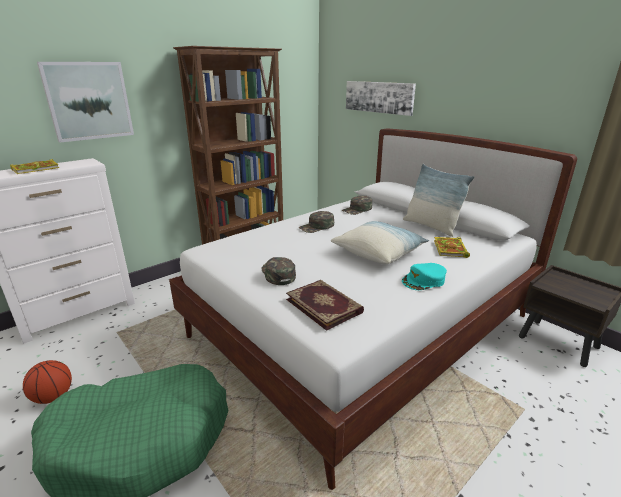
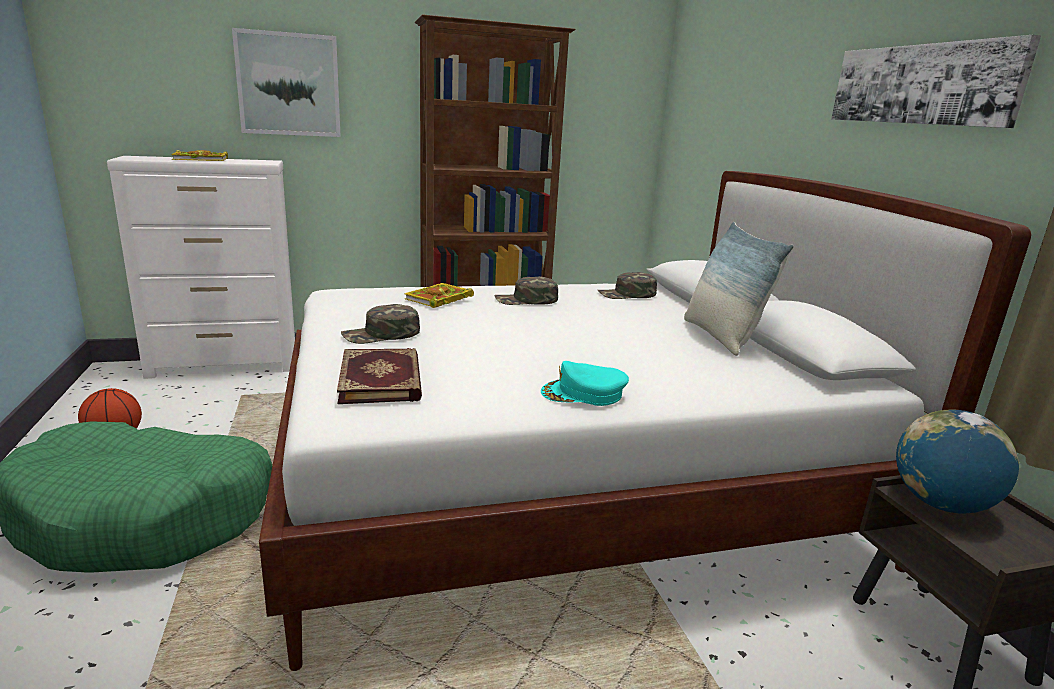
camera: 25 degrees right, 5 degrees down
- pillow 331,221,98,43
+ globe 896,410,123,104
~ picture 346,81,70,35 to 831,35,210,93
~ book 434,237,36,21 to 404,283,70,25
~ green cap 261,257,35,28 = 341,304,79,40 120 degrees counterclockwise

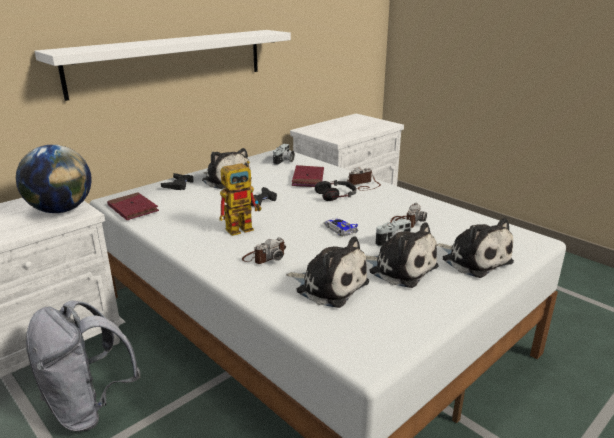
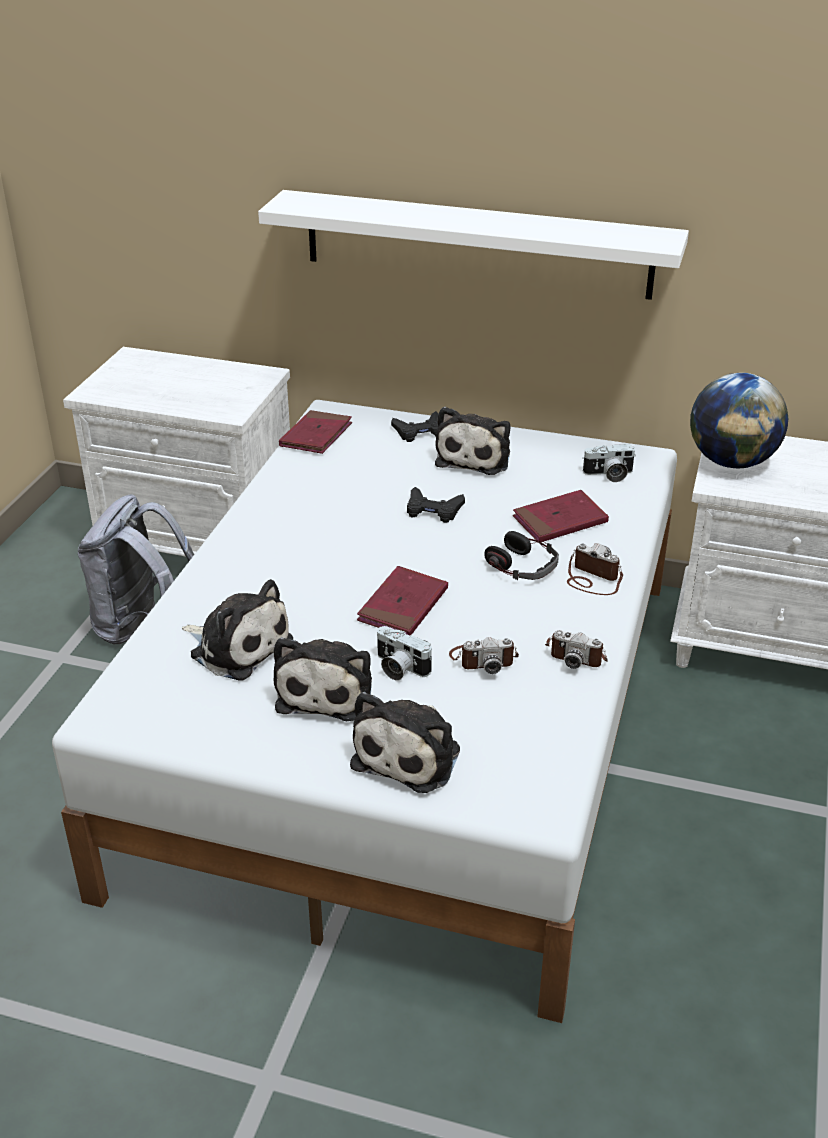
camera: 60 degrees right, 10 degrees up
- toy robot 219,161,42,75
~ globe 16,145,76,68 to 690,373,98,95
~ photo camera 242,237,44,27 to 545,630,63,39
~ toy car 323,218,35,19 to red book 357,566,91,70
~ plush toy 286,236,83,72 = 182,579,111,102 60 degrees counterclockwise

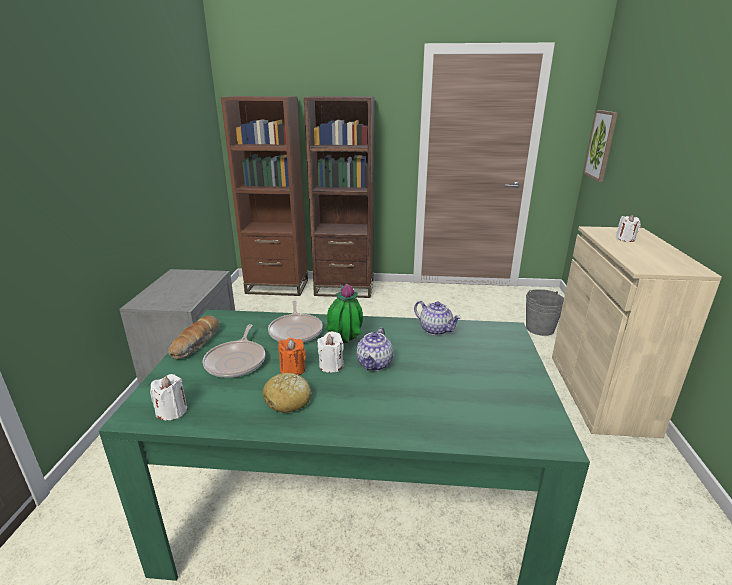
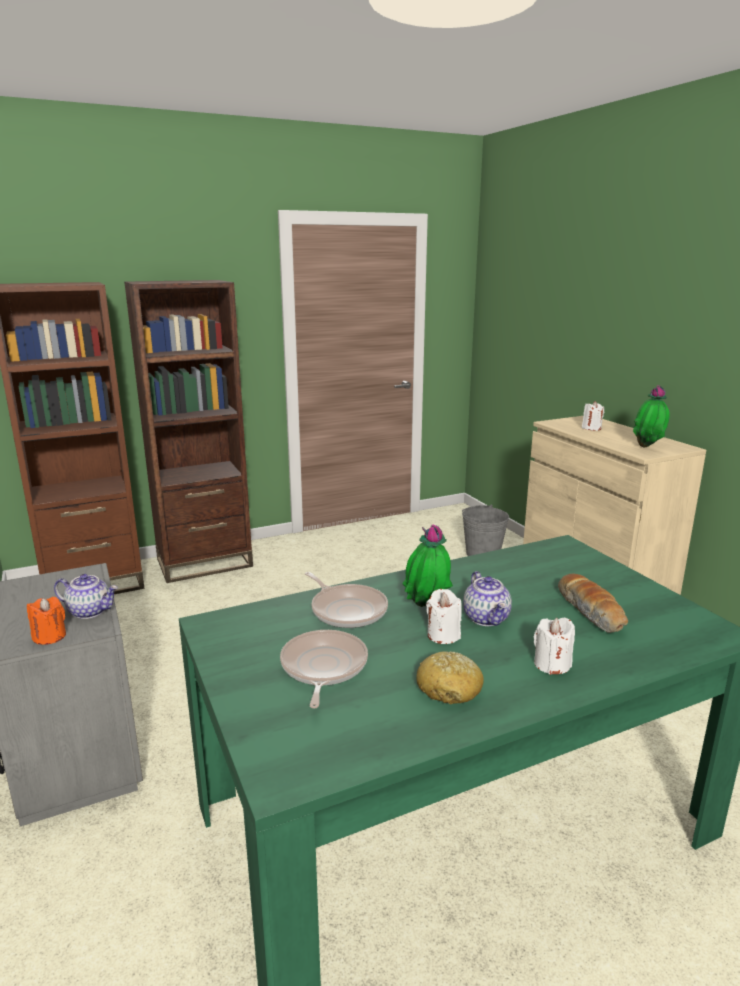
camera: 30 degrees left, 5 degrees down
- picture 583,110,35,72
+ potted plant 633,385,36,63
~ white candle 150,374,37,46 to 534,618,41,57
~ bread 168,315,51,44 to 558,574,70,59
~ orange candle 278,338,28,38 to 27,597,39,48
~ teapot 414,301,47,34 to 54,574,64,45
~ frying pan 202,324,63,54 = 280,630,88,78 150 degrees counterclockwise

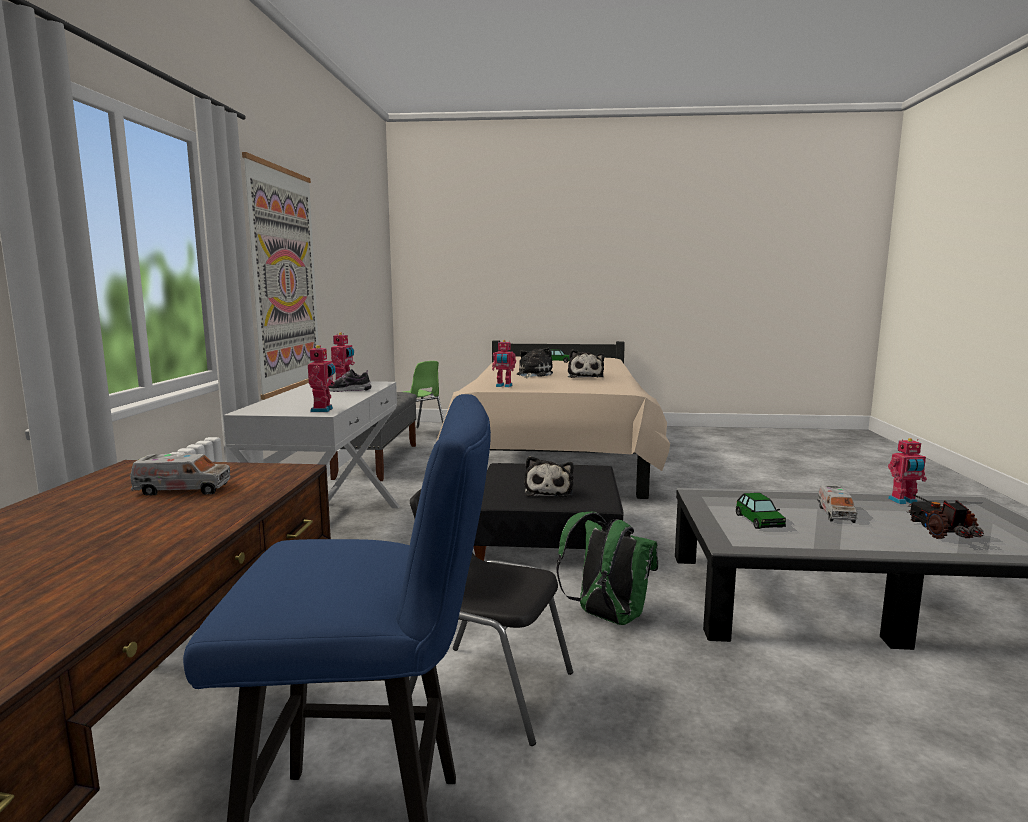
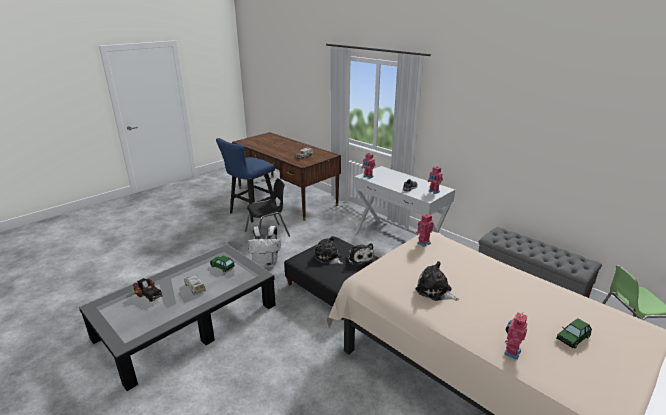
camera: 130 degrees right, 15 degrees up
- picture 242,152,77,248
~ plush toy 517,348,36,30 to 347,243,27,23
~ toy robot 888,438,39,66 to 504,312,23,48
~ green backpack 556,512,102,113 to white backpack 248,226,33,42

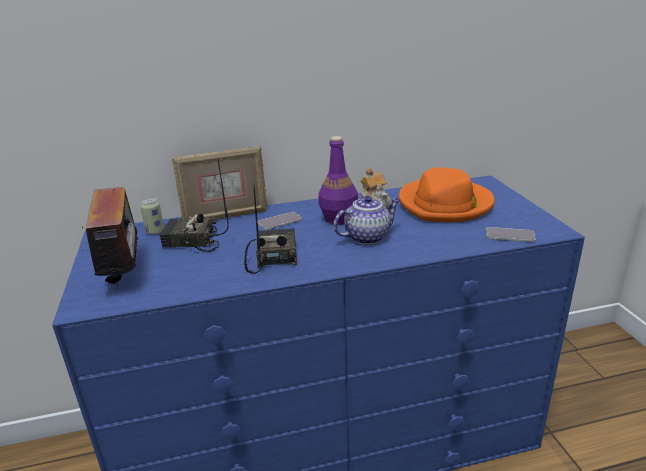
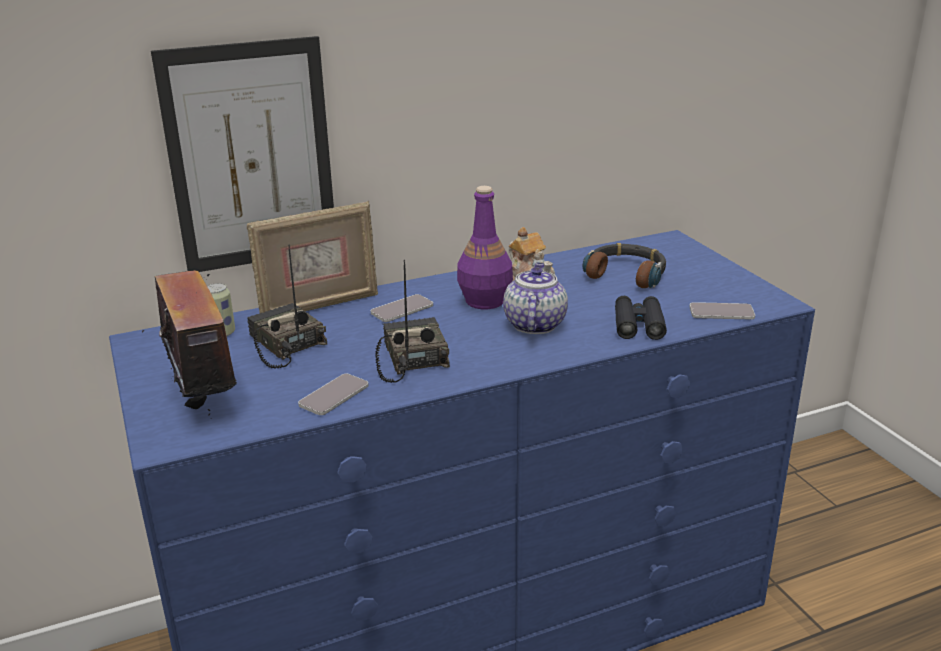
camera: 10 degrees left, 0 degrees up
+ picture 151,36,183,236
+ phone 298,374,71,41
+ black binoculars 615,296,52,44
~ orange hat 399,167,96,55 to headphones 582,243,84,45
~ radio 160,158,69,94 = 247,244,80,125 60 degrees clockwise
~ teapot 333,196,67,49 = 503,263,65,71 45 degrees counterclockwise

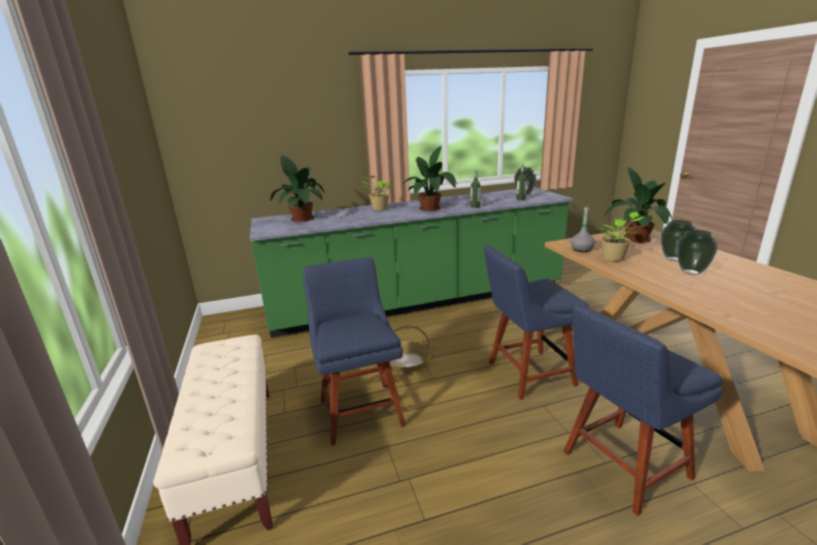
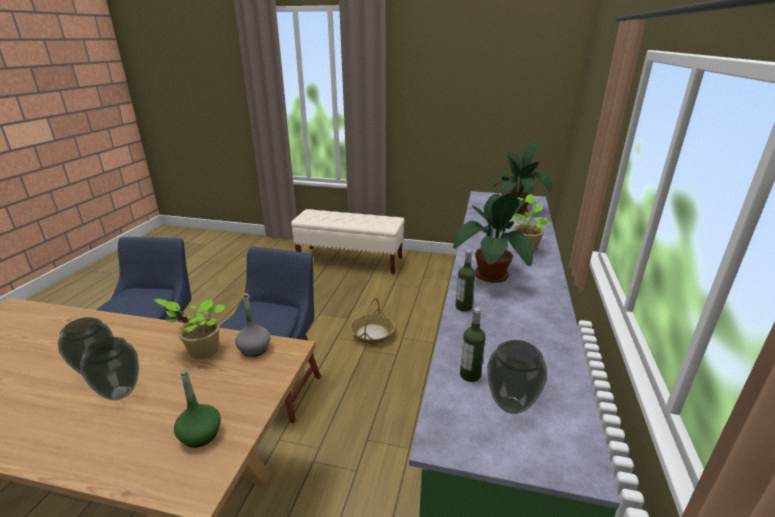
camera: 120 degrees right, 5 degrees up
- blue chair 302,257,104,189
~ potted plant 604,167,68,76 to green bottle 174,369,47,79

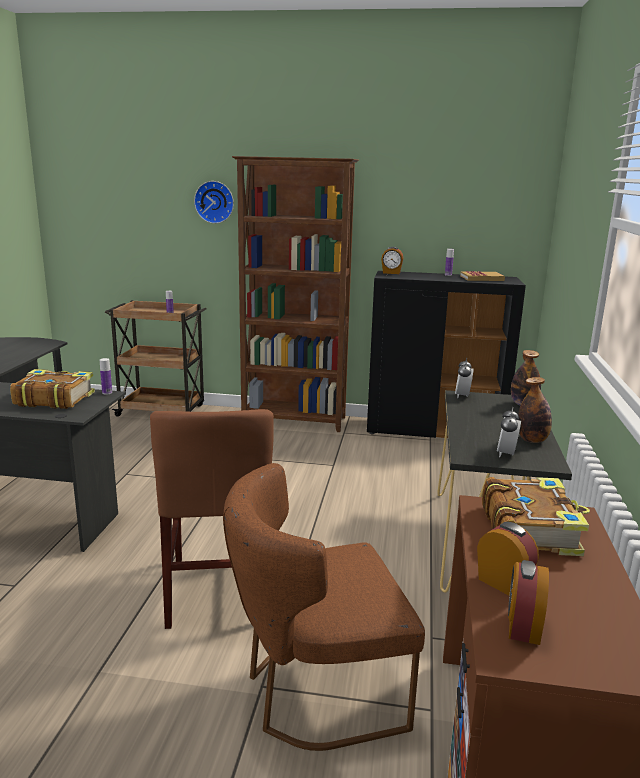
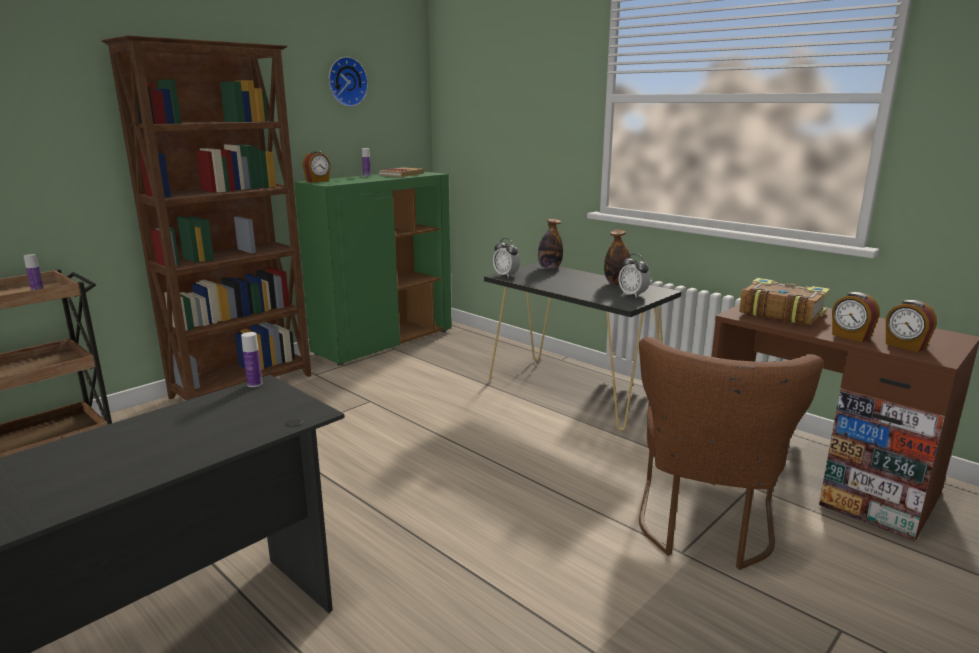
camera: 55 degrees left, 0 degrees up
- book 10,369,85,40
- brown chair 150,409,124,220
~ wall clock 194,181,40,43 to 328,57,40,50
~ black cabinet 367,271,159,167 to green cabinet 294,172,158,194
~ alarm clock 477,522,62,73 = 832,292,48,51 120 degrees counterclockwise

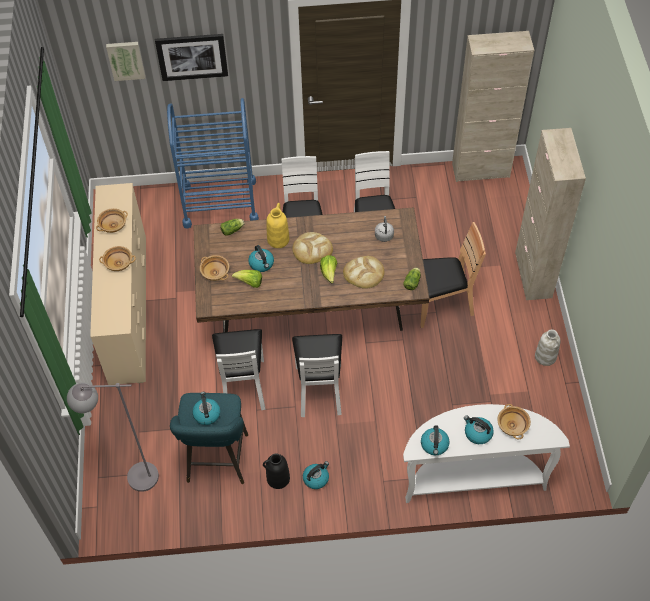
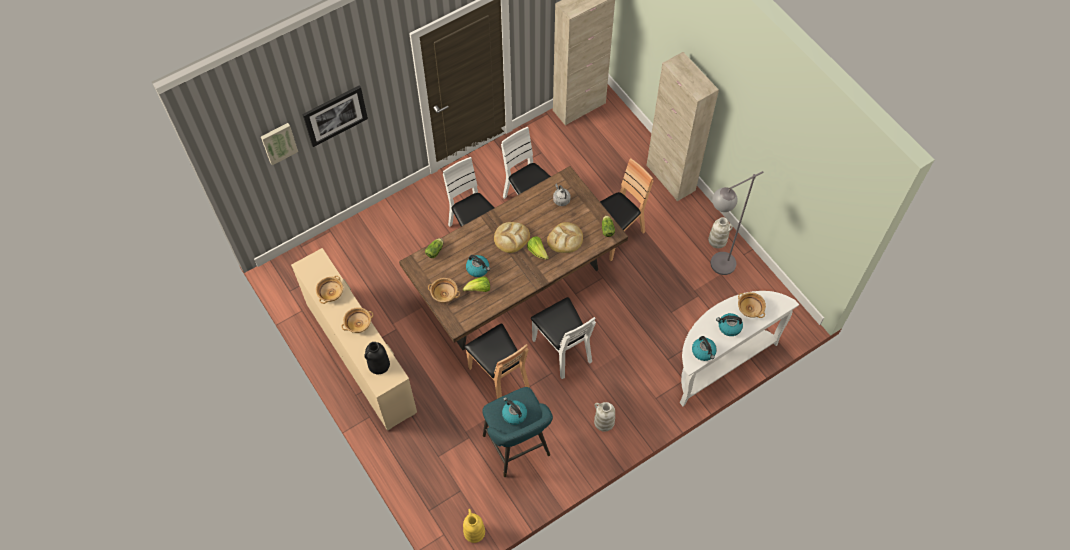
camera: 30 degrees left, 5 degrees up
- blue cart 167,98,92,131
~ grey floor lamp 67,382,92,110 to 710,171,53,104
~ black vase 263,453,27,36 to 364,342,26,32
~ yellow vase 267,203,22,45 to 463,509,22,34
~ kettle 303,461,26,28 to white vase 594,402,21,30
~ white chair 212,329,53,81 to brown chair 464,323,66,76

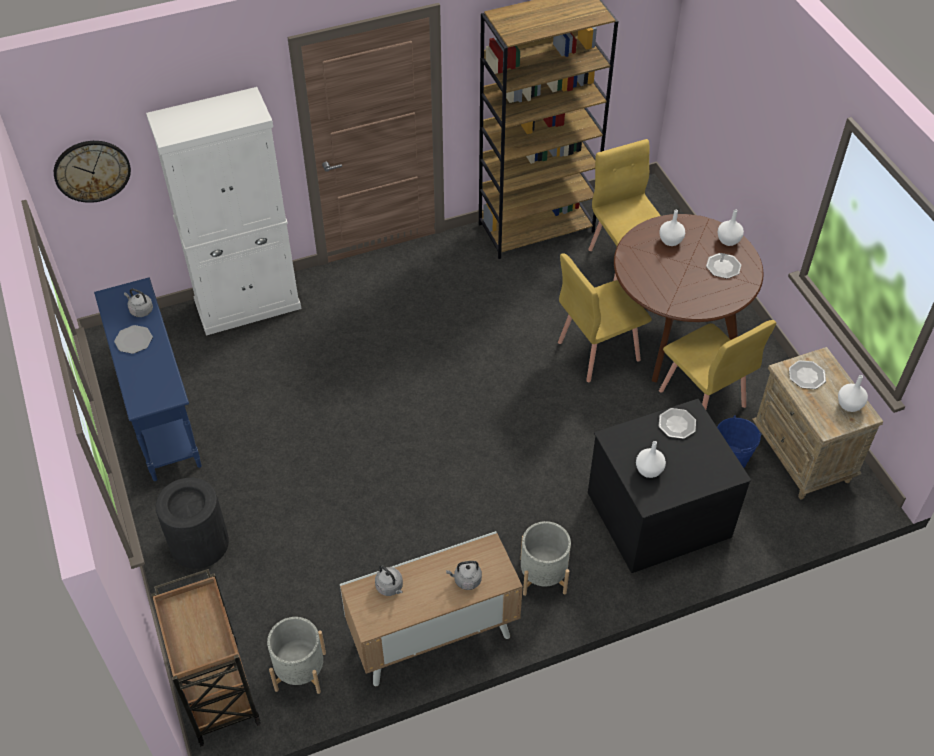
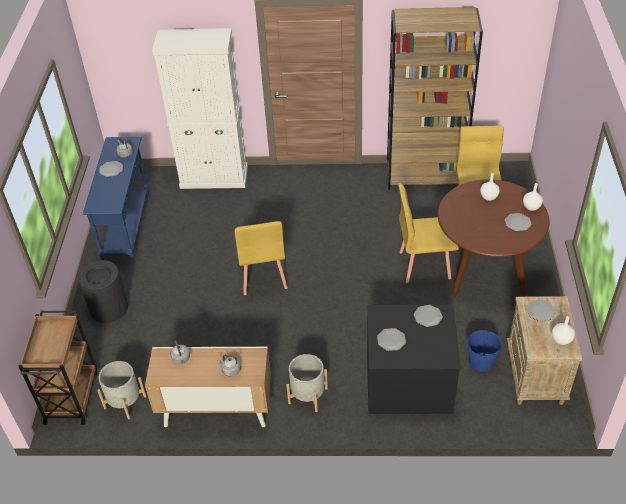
camera: 25 degrees right, 5 degrees down
- wall clock 54,141,77,62
~ yellow chair 659,320,117,90 to 234,221,54,74
~ white vase 636,441,30,37 to plate 377,328,29,23

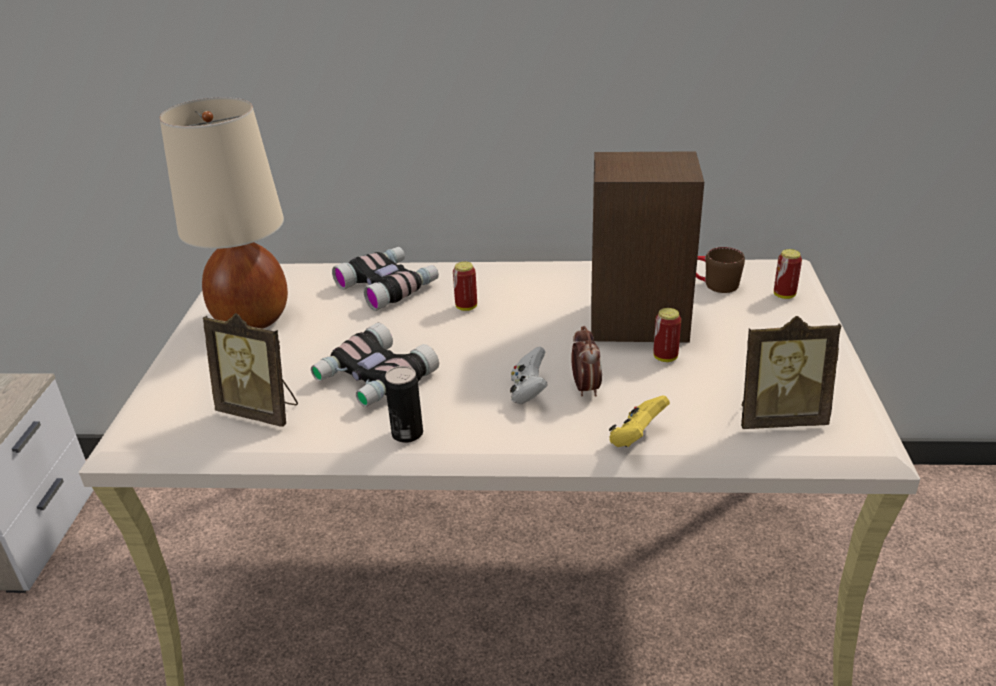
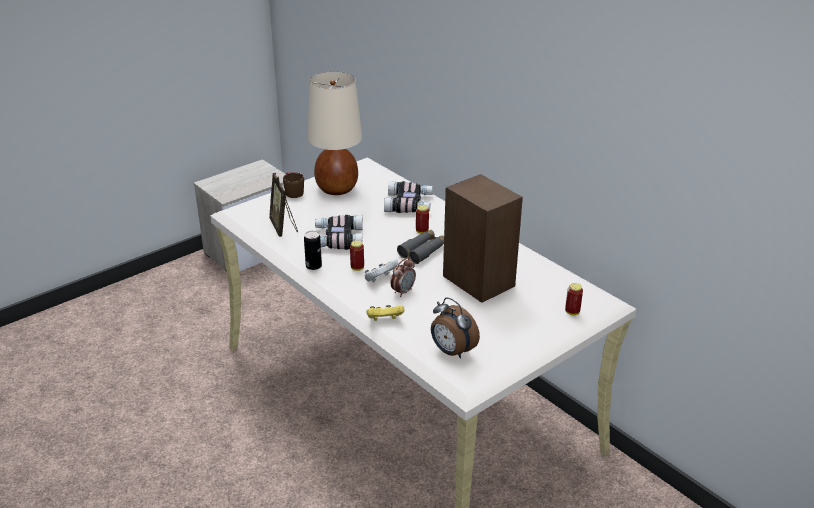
camera: 45 degrees right, 0 degrees up
+ grey binoculars 397,230,47,34
~ can 653,308,28,54 to 350,240,14,31
~ brown mug 696,247,49,46 to 283,172,21,26
~ picture frame 741,316,100,113 to alarm clock 431,297,49,62

